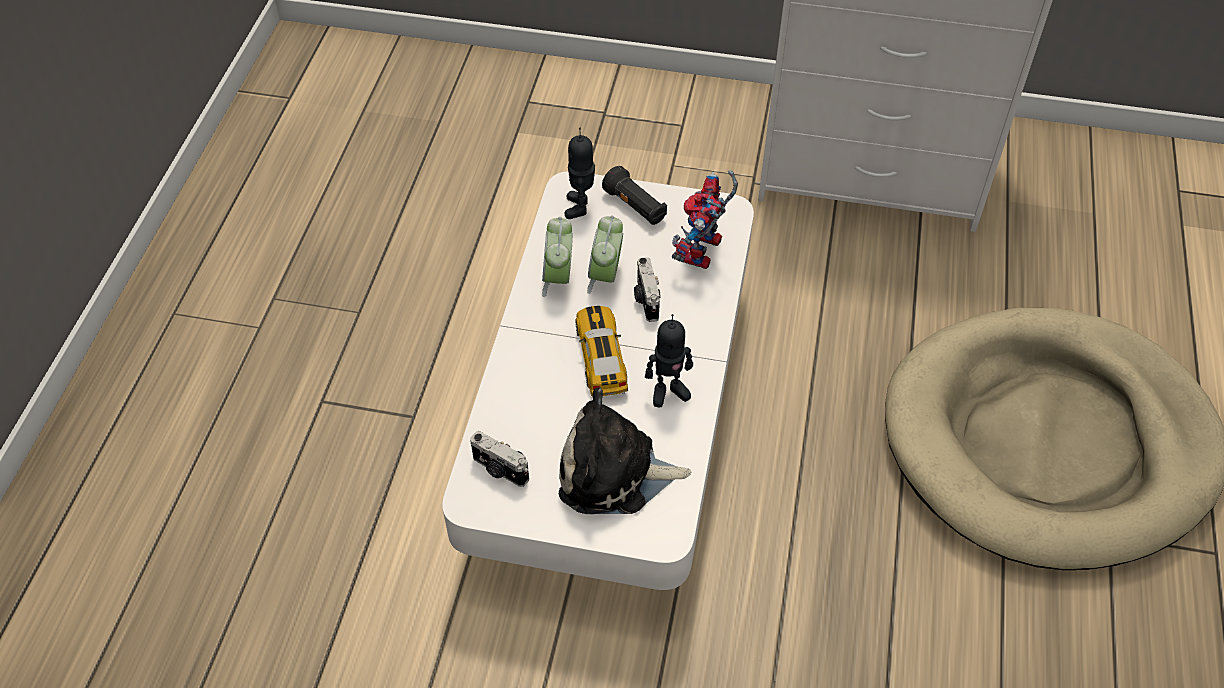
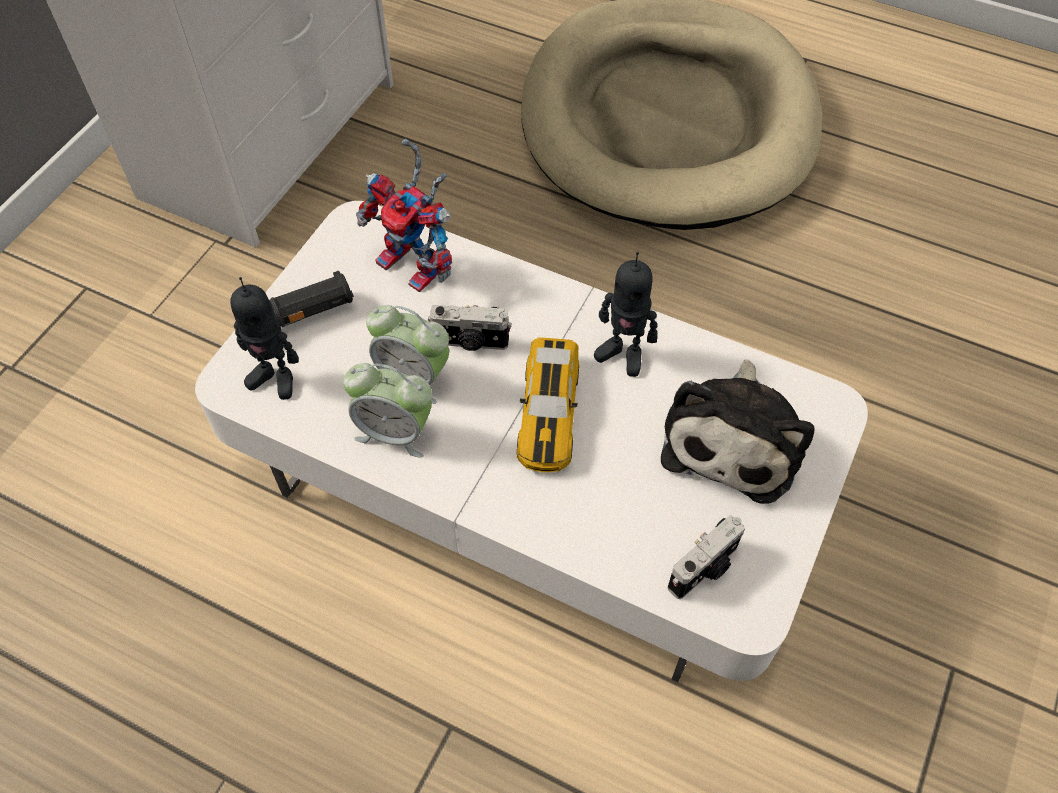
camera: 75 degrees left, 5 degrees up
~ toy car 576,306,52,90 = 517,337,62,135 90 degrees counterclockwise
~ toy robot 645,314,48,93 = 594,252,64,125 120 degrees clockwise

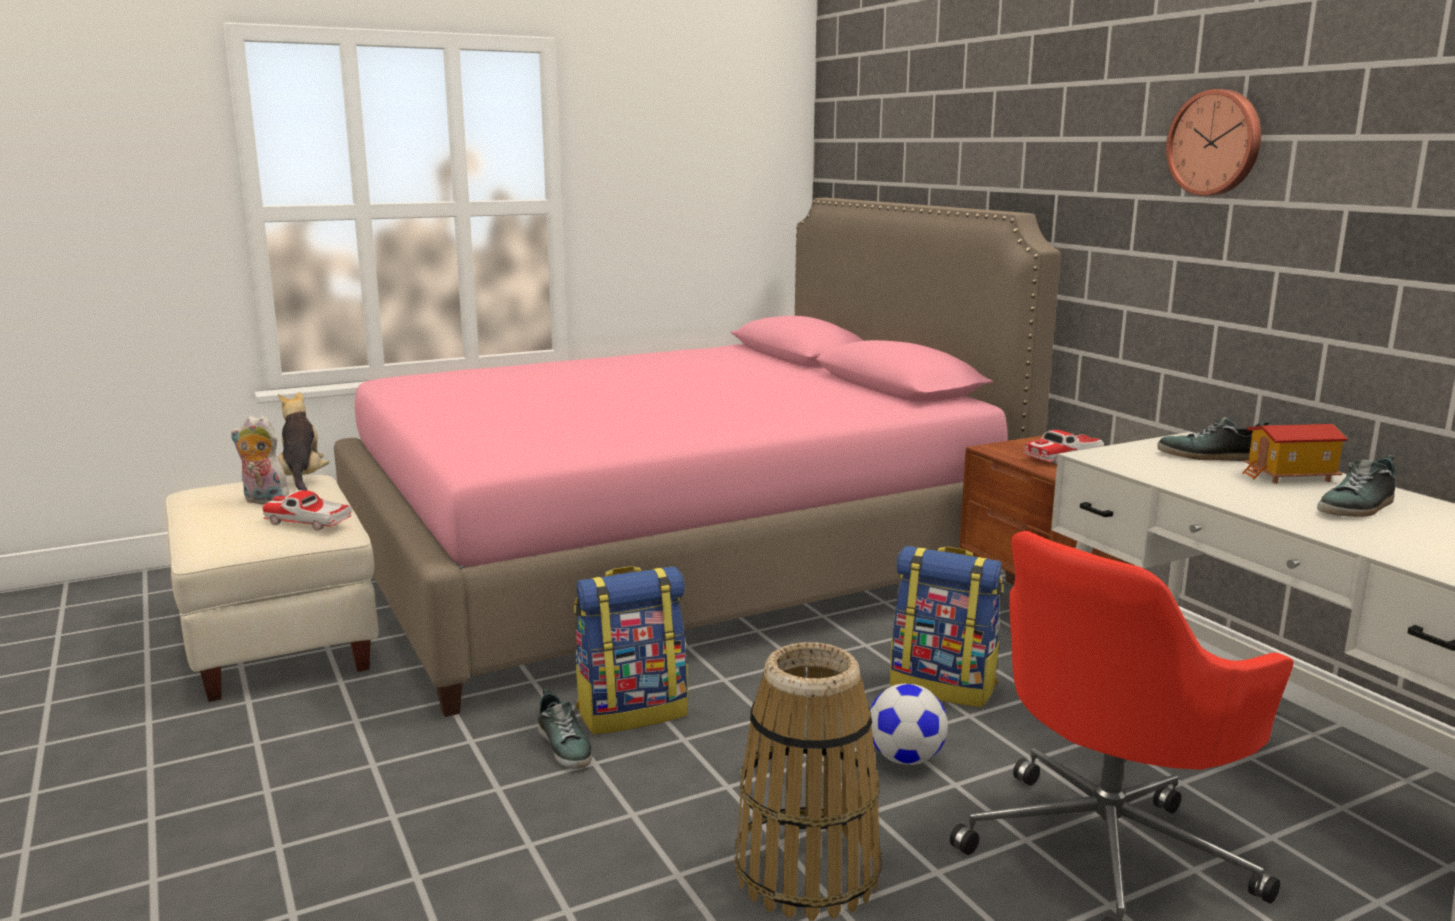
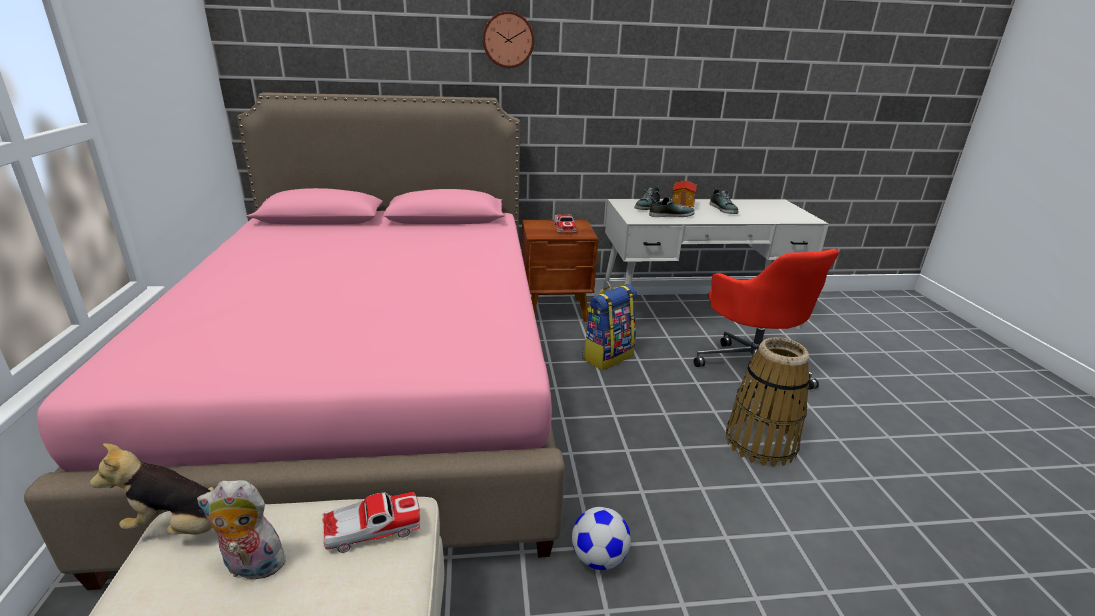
camera: 70 degrees left, 10 degrees up
- backpack 574,566,114,168
~ shoe 538,688,54,81 to 649,197,46,20
~ football 870,684,78,81 to 572,507,59,63
~ wall clock 1166,89,95,107 to 483,11,51,57
~ plush toy 231,416,58,88 = 197,480,89,100 60 degrees clockwise
~ toy car 262,490,90,41 = 323,492,97,61 150 degrees counterclockwise

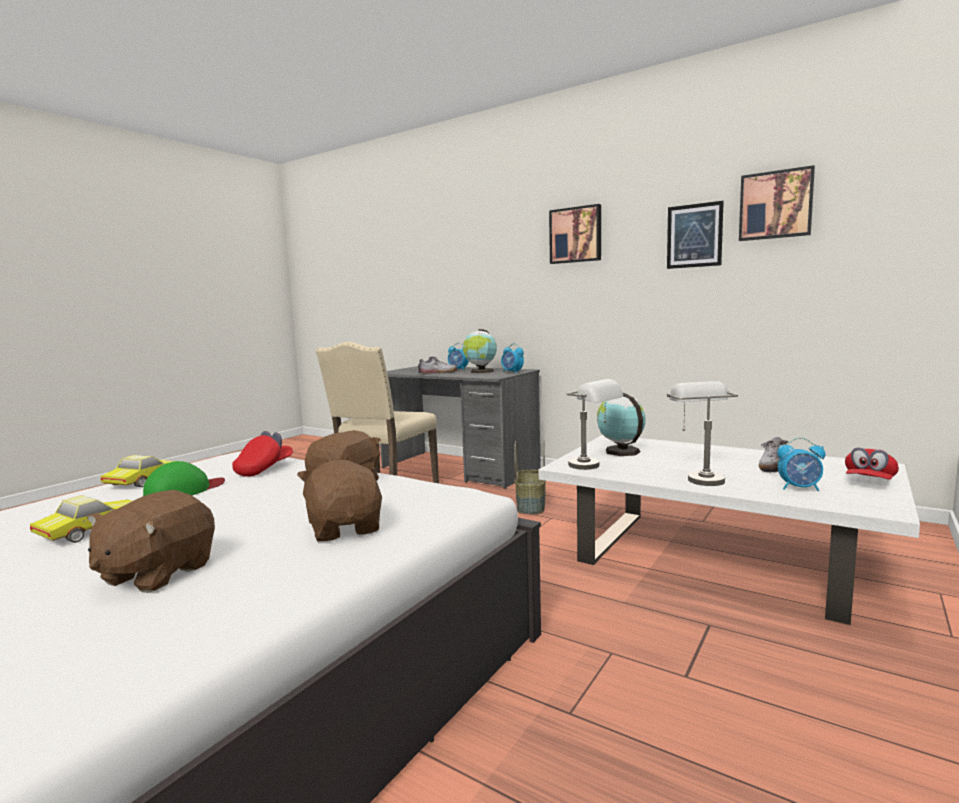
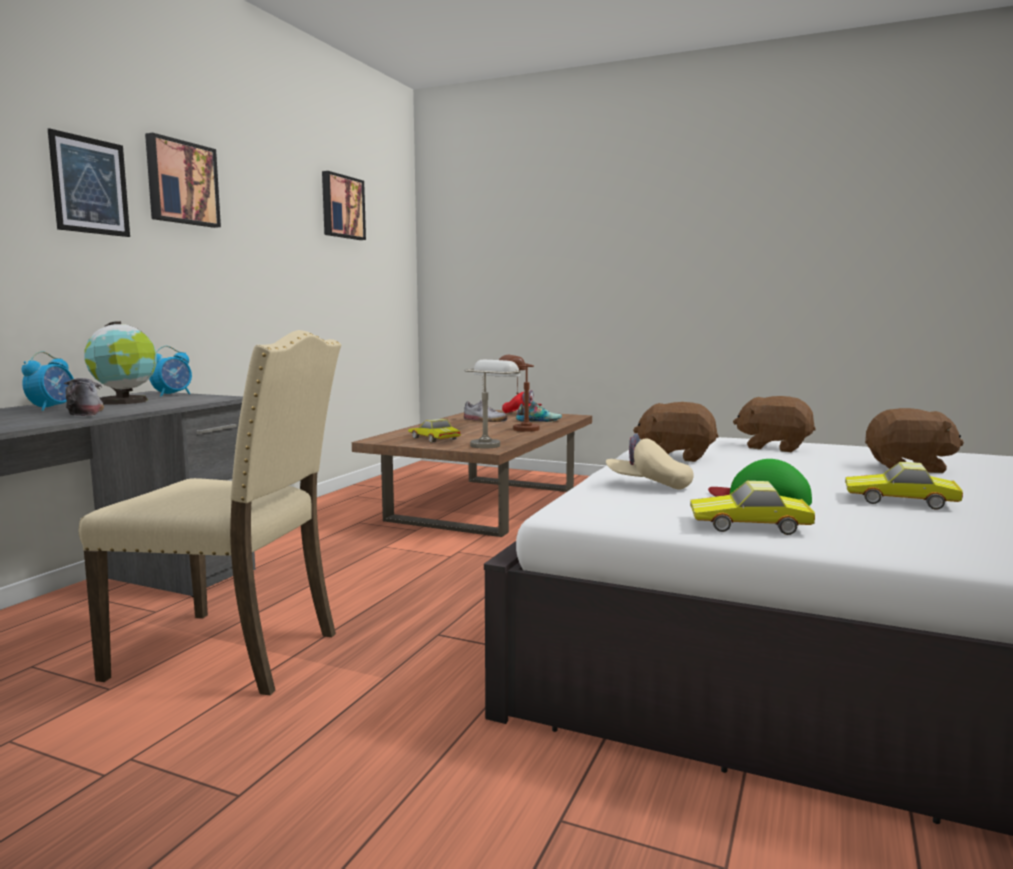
camera: 100 degrees left, 0 degrees up
- basket 514,441,32,73
~ picture 667,201,57,68 to 48,128,82,109
~ globe 597,393,49,63 to toy car 408,418,53,25
~ alarm clock 777,437,48,54 to shoe 516,401,46,21
~ red cap 232,431,61,46 to beige cap 606,433,88,57
~ white coffee table 539,435,381,190 to brown coffee table 352,410,240,127
~ grey table lamp 667,381,71,105 to brown table lamp 499,355,41,77
~ brown plush toy 297,460,85,82 = 733,396,83,56 60 degrees clockwise

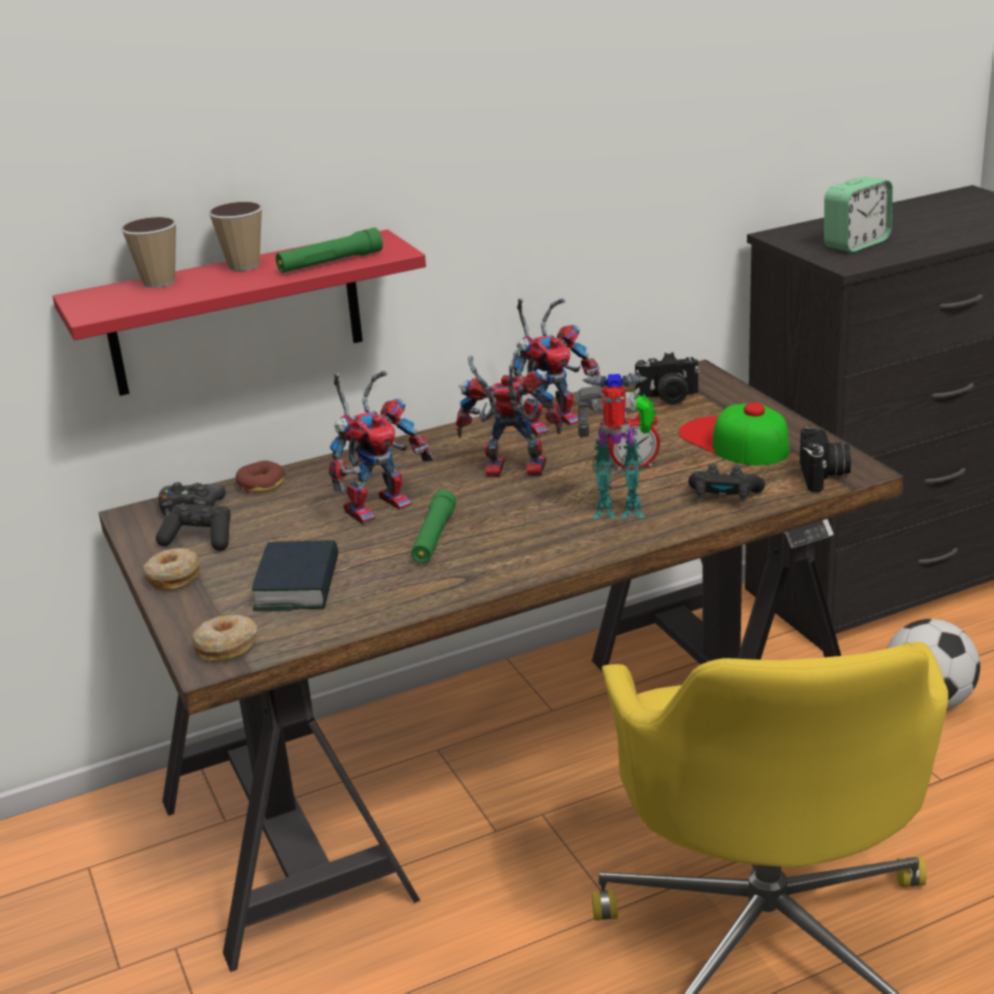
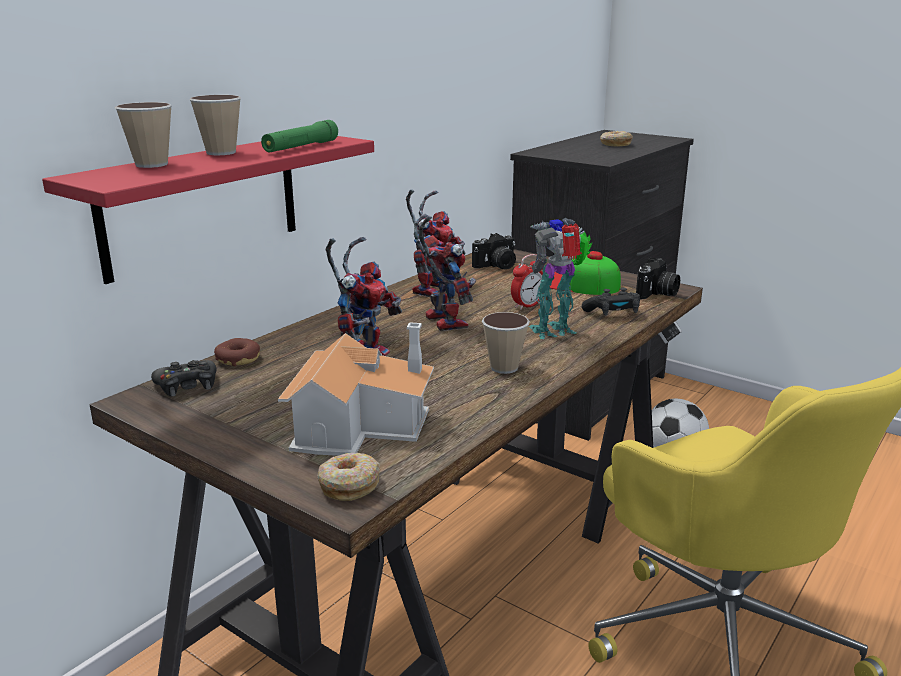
camera: 30 degrees left, 5 degrees down
- black game controller 156,503,75,48
- green flashlight 411,490,45,73
- alarm clock 824,176,69,76
+ cup 482,312,48,62
~ donut 143,548,58,43 to 600,131,33,15
~ book 252,540,86,71 to toy house 278,322,156,134
~ toy robot 456,350,107,127 = 414,214,62,117 90 degrees clockwise
~ photo camera 800,426,51,66 = 636,258,44,41 60 degrees clockwise

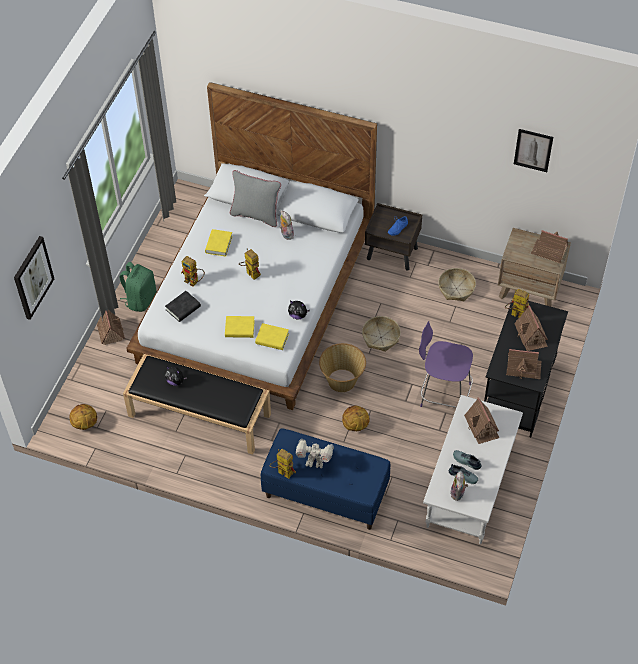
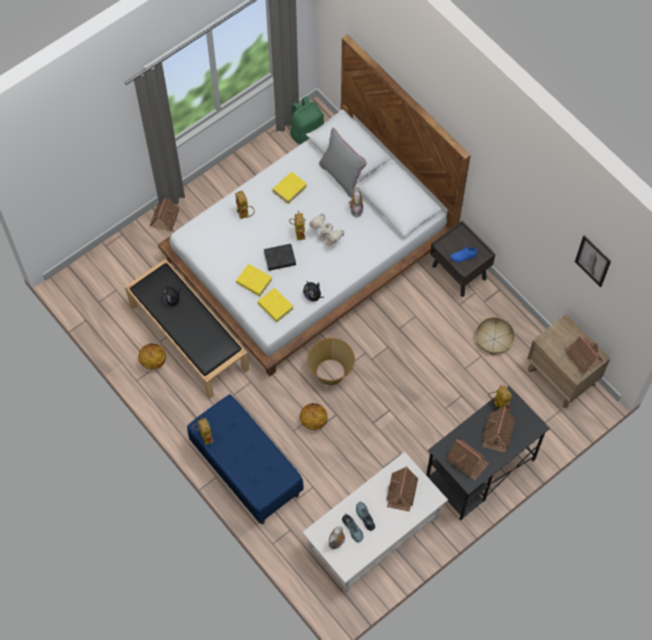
camera: 30 degrees right, 10 degrees up
- picture 14,236,40,84
- basket 362,316,39,36
- purple chair 419,321,54,87
~ basketball 70,404,27,26 to 138,343,28,26
~ green backpack 120,262,36,50 to 290,96,34,48
~ black book 165,291,36,31 to 264,244,32,27
~ toy robot 296,439,38,29 to 309,214,35,33

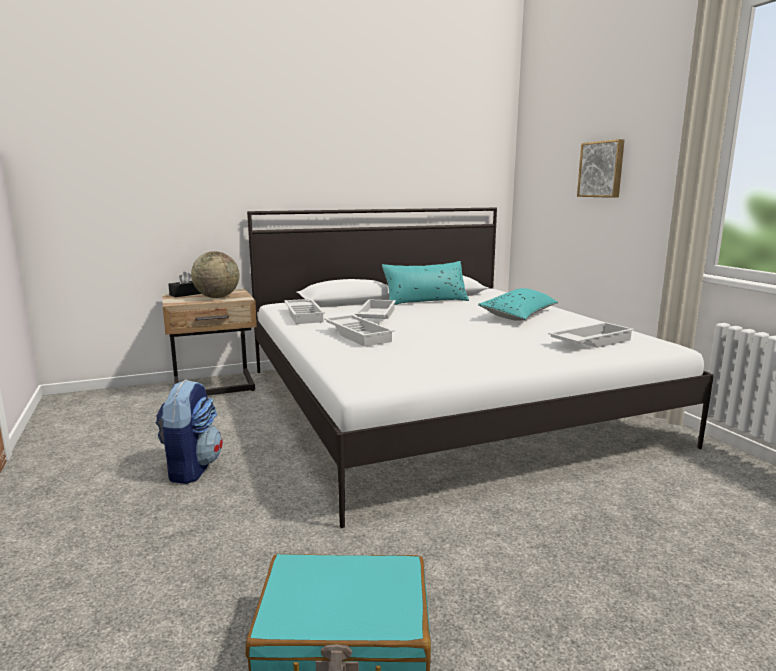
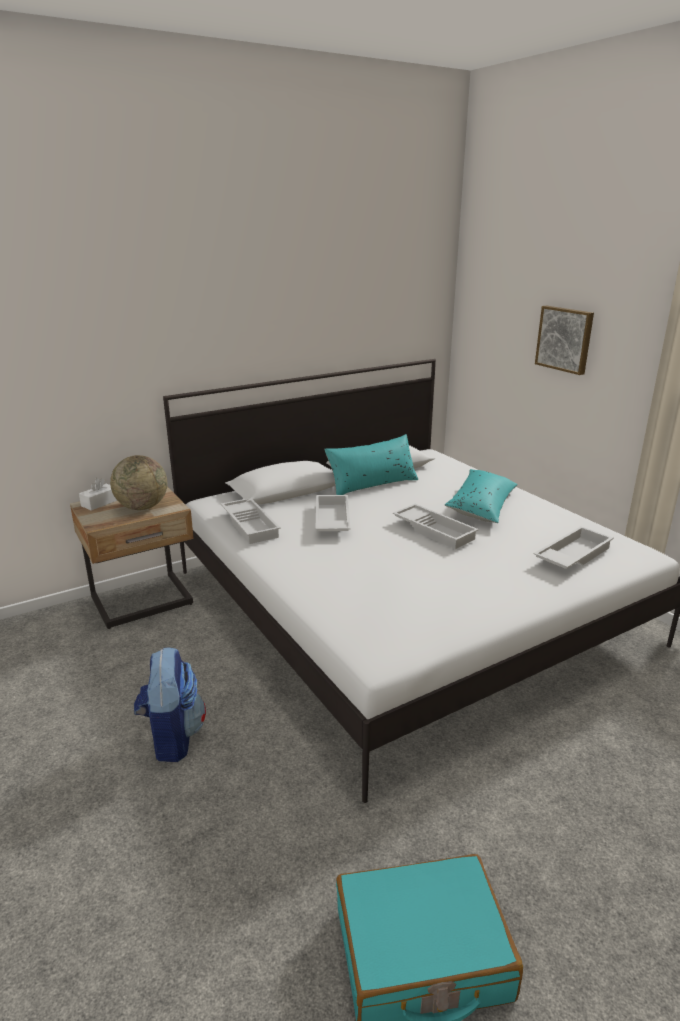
camera: 10 degrees left, 10 degrees up
~ white tray 324,315,71,32 to 393,504,86,45
~ black tissue box 168,271,33,26 to white tissue box 79,478,38,33

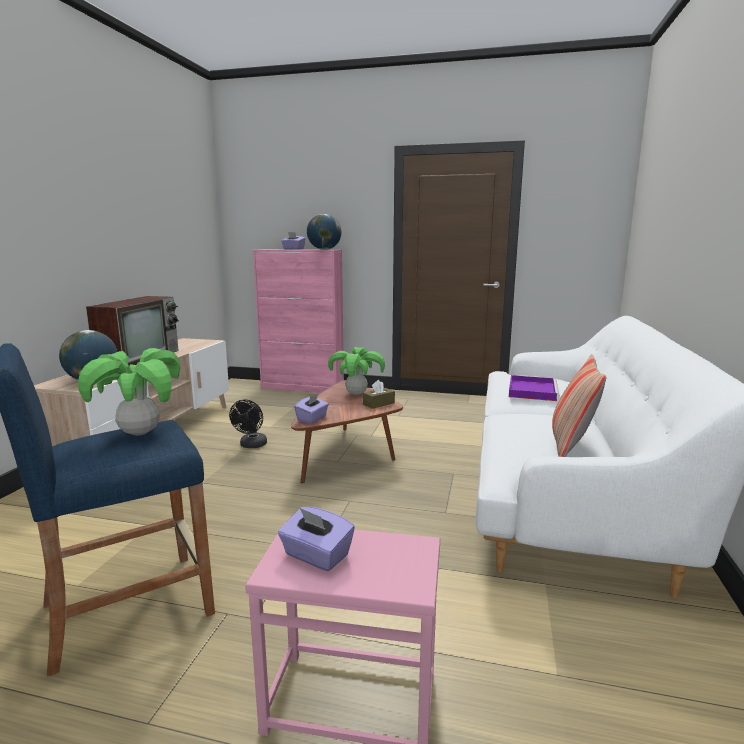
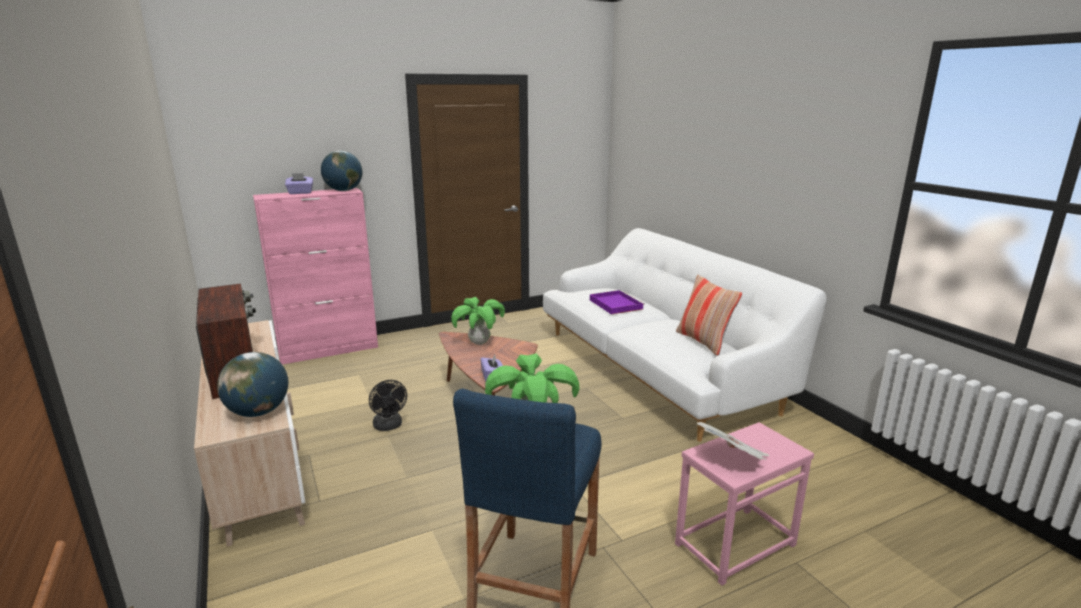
camera: 40 degrees left, 5 degrees up
- brown tissue box 363,380,32,29
~ purple tissue box 278,507,77,64 to newspaper 697,422,73,38

